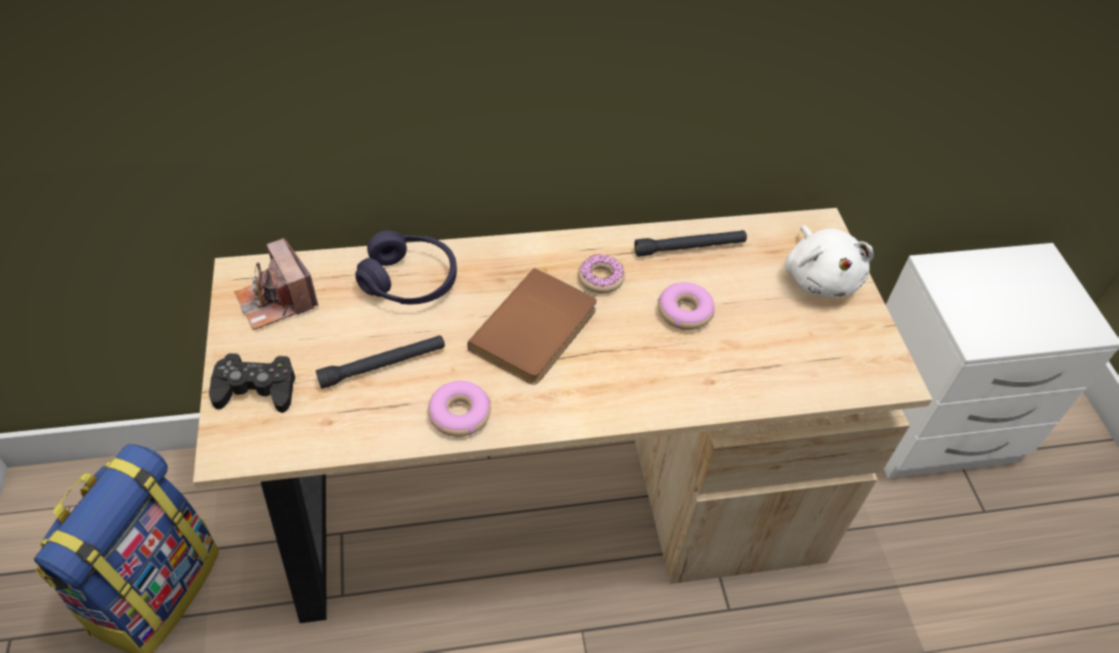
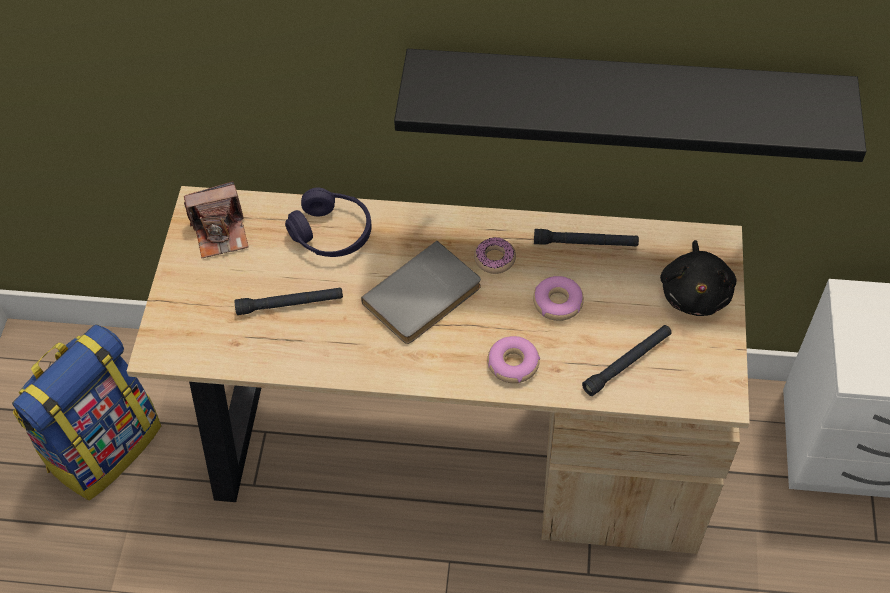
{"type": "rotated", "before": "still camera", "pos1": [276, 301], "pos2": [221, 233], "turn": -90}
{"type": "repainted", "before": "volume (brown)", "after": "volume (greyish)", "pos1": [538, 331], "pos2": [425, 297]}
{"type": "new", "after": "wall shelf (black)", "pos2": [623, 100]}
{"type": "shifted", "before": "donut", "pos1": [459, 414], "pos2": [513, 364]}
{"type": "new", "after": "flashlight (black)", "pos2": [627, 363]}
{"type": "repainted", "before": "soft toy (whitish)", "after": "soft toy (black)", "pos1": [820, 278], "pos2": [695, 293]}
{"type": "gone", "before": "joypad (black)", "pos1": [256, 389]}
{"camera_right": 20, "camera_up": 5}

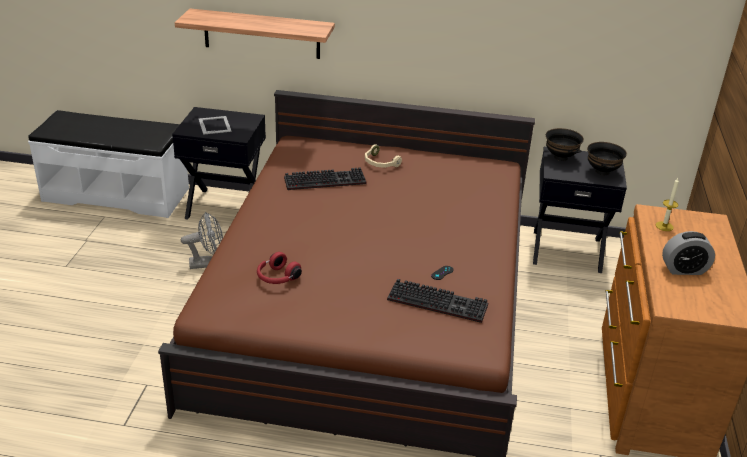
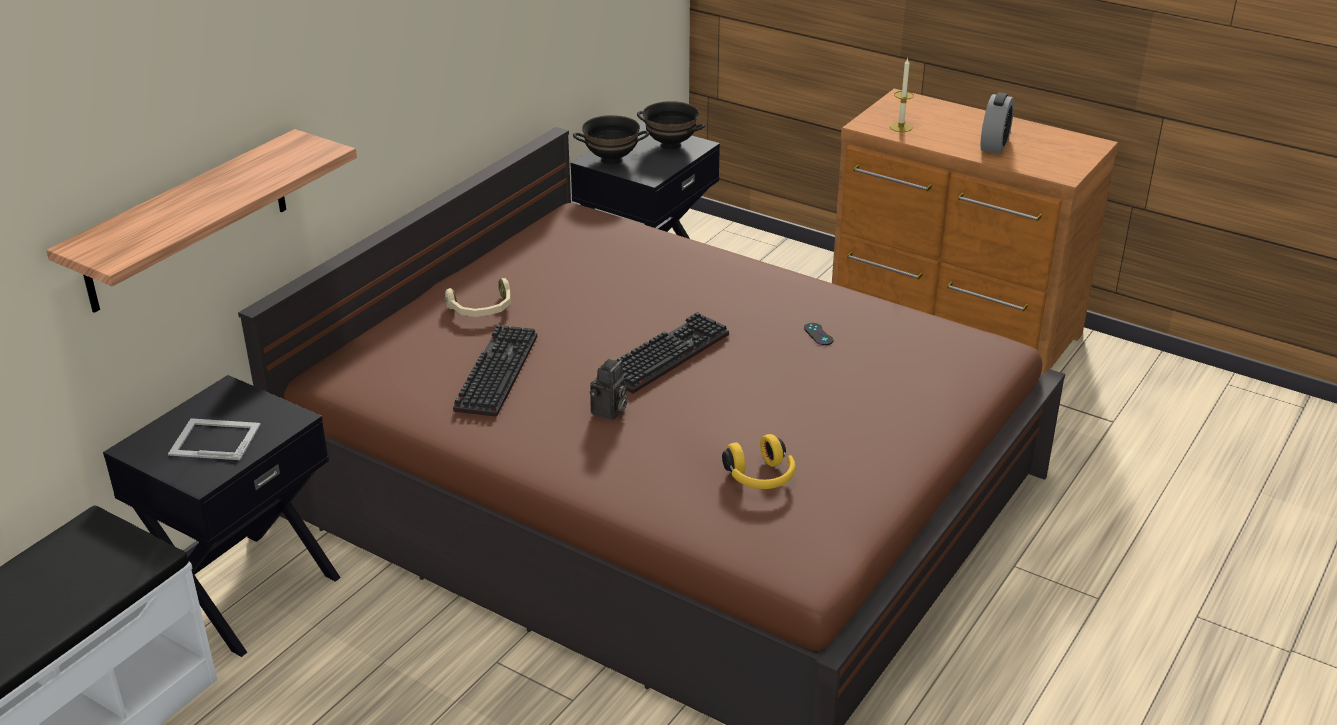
{"type": "new", "after": "still camera", "pos2": [609, 412]}
{"type": "shifted", "before": "keyboard", "pos1": [439, 302], "pos2": [665, 353]}
{"type": "repainted", "before": "headphones (reddish)", "after": "headphones (yellow)", "pos1": [277, 278], "pos2": [760, 478]}
{"type": "gone", "before": "fan (greyish)", "pos1": [207, 263]}
{"camera_right": -65, "camera_up": 0}

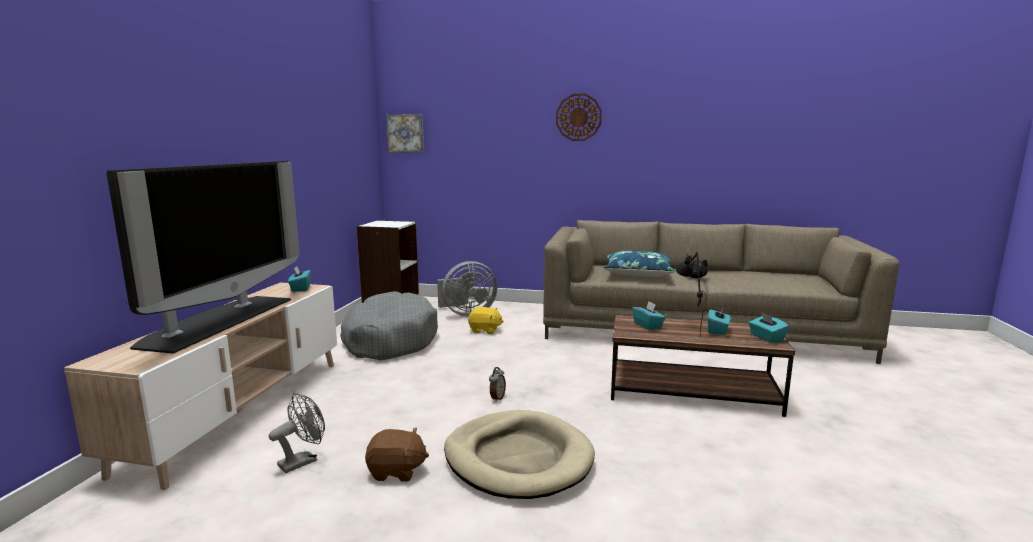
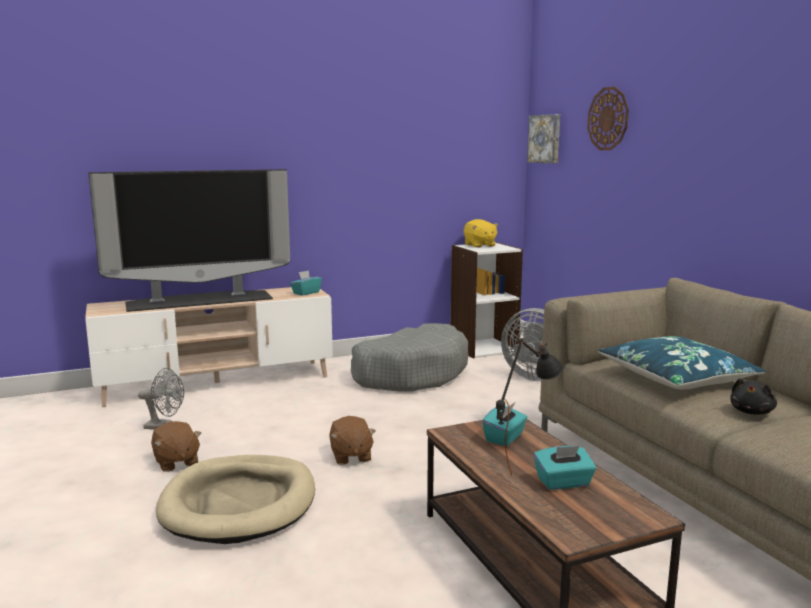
{"type": "swapped", "before": "alarm clock", "after": "soft toy (brown)", "pos1": [497, 398], "pos2": [350, 456]}
{"type": "shifted", "before": "soft toy (yellow)", "pos1": [485, 330], "pos2": [479, 245]}
{"type": "shifted", "before": "hanging clock", "pos1": [578, 117], "pos2": [608, 118]}
{"type": "gone", "before": "box of tissues (blue-green)", "pos1": [766, 338]}
{"camera_right": 55, "camera_up": 0}

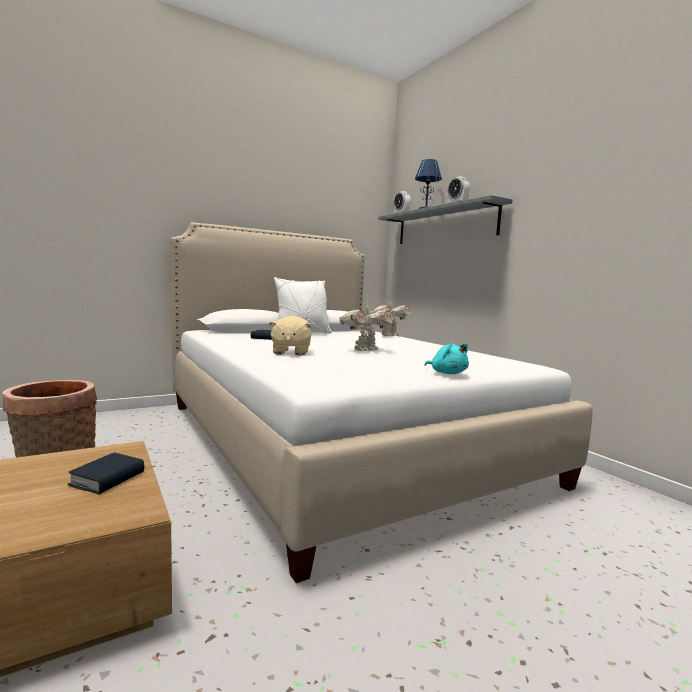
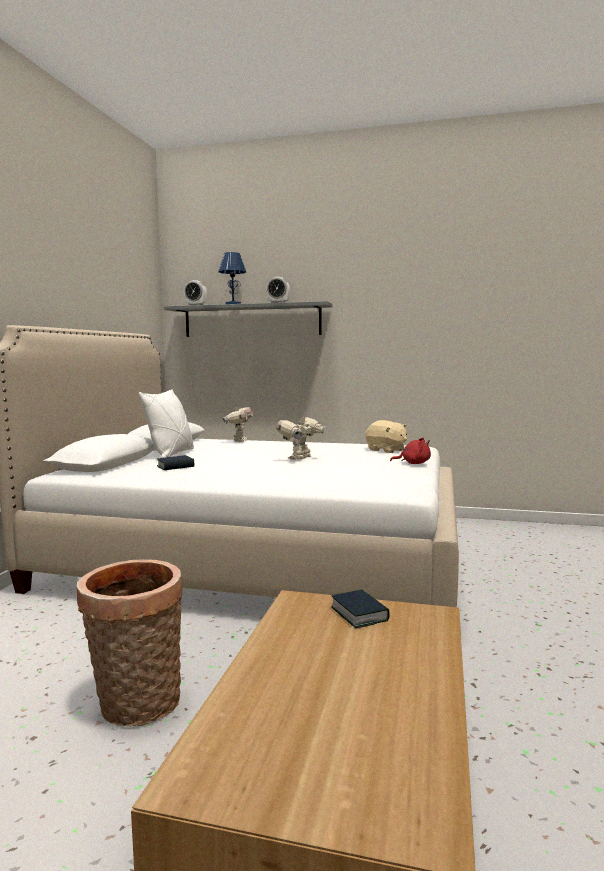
{"type": "rotated", "before": "toy robot", "pos1": [365, 350], "pos2": [301, 458], "turn": -150}
{"type": "shifted", "before": "soft toy (beige)", "pos1": [290, 352], "pos2": [386, 450]}
{"type": "repainted", "before": "soft toy (blue-green)", "after": "soft toy (reddish)", "pos1": [447, 373], "pos2": [413, 463]}
{"camera_right": -45, "camera_up": 0}

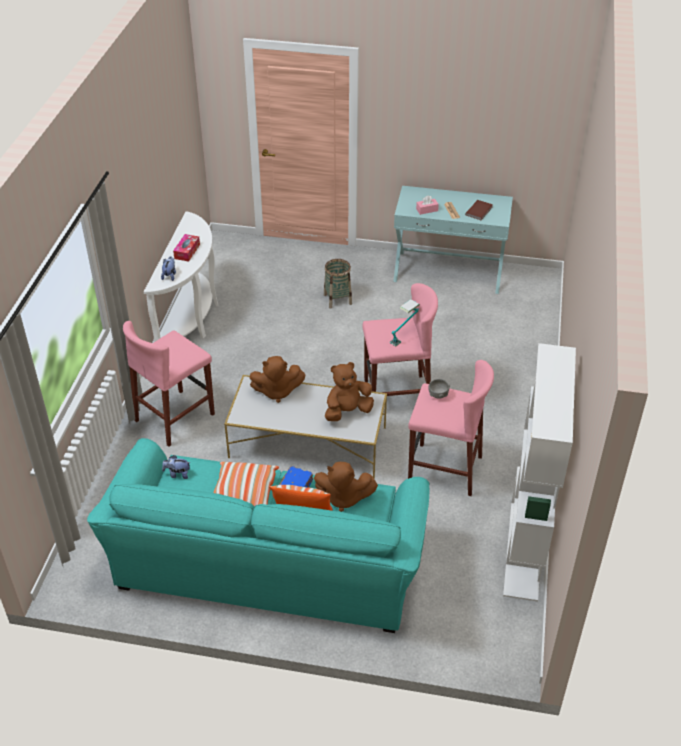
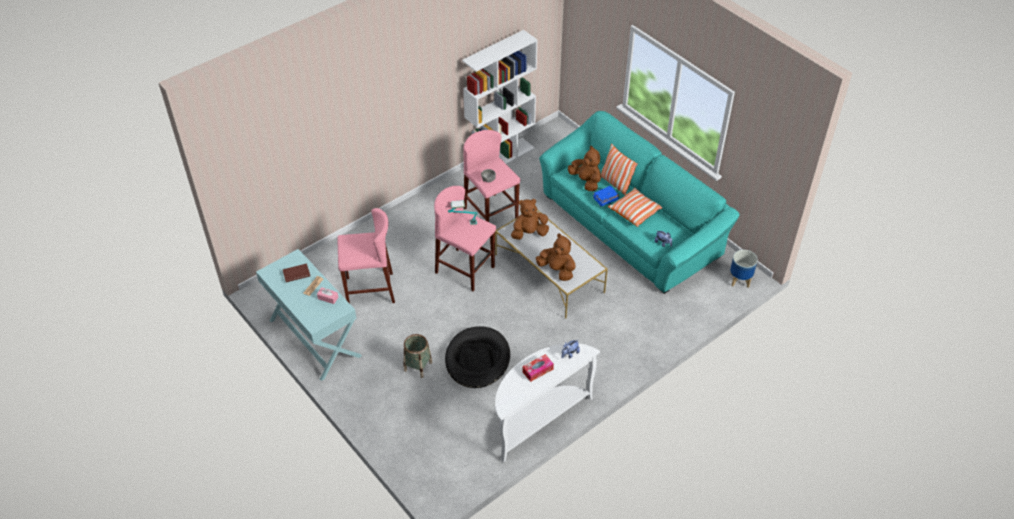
{"type": "shifted", "before": "stool (pinkish)", "pos1": [175, 417], "pos2": [370, 290]}
{"type": "new", "after": "dog bed (black)", "pos2": [477, 359]}
{"type": "rotated", "before": "soft toy (brown)", "pos1": [347, 411], "pos2": [529, 233], "turn": 150}
{"type": "new", "after": "plant pot", "pos2": [740, 280]}
{"camera_right": -140, "camera_up": 5}

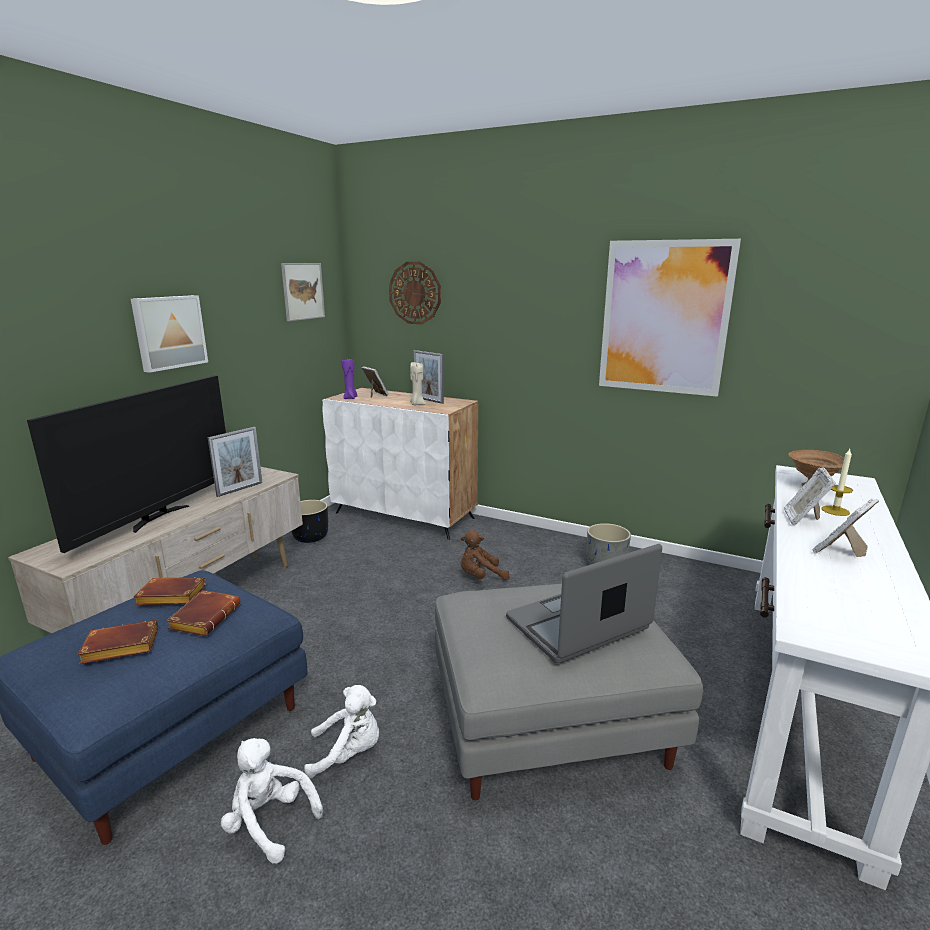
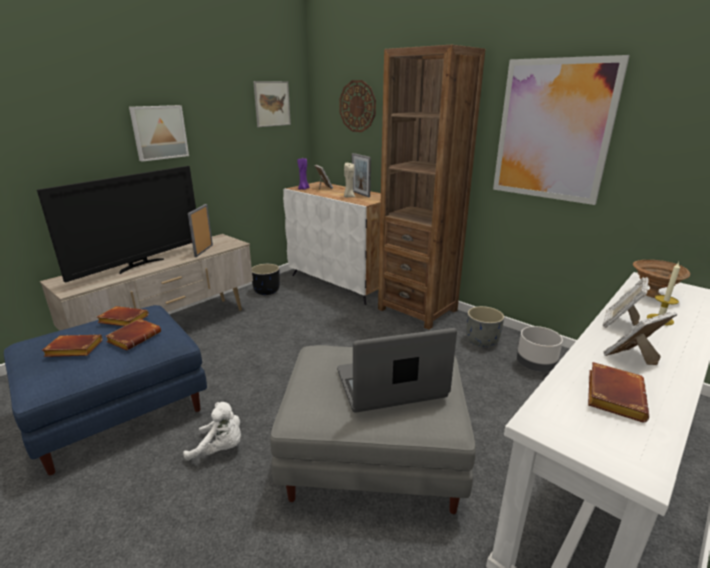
{"type": "rotated", "before": "picture frame", "pos1": [240, 489], "pos2": [203, 250], "turn": 135}
{"type": "new", "after": "bookcase (brown)", "pos2": [417, 309]}
{"type": "new", "after": "plant pot (greyish)", "pos2": [536, 365]}
{"type": "new", "after": "volume (brown)", "pos2": [612, 395]}
{"type": "gone", "before": "soft toy (whitish)", "pos1": [269, 822]}
{"type": "gone", "before": "soft toy (brown)", "pos1": [480, 577]}
{"camera_right": 15, "camera_up": 5}

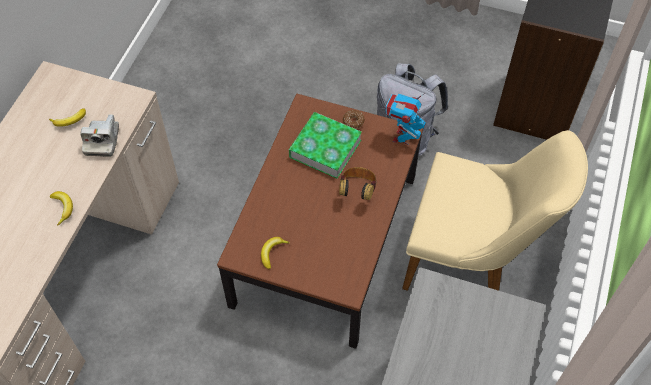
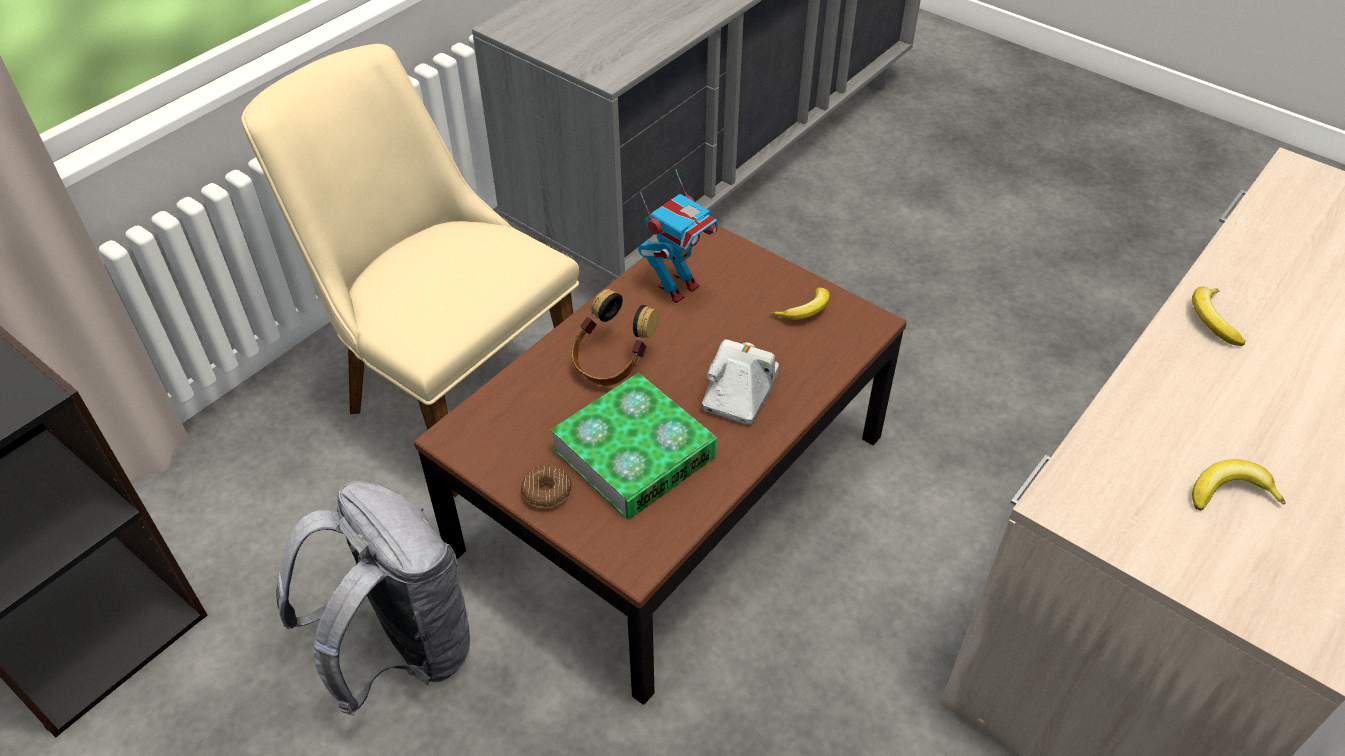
{"type": "shifted", "before": "toy robot", "pos1": [402, 137], "pos2": [677, 288]}
{"type": "shifted", "before": "still camera", "pos1": [102, 141], "pos2": [739, 393]}
{"camera_right": -160, "camera_up": -10}

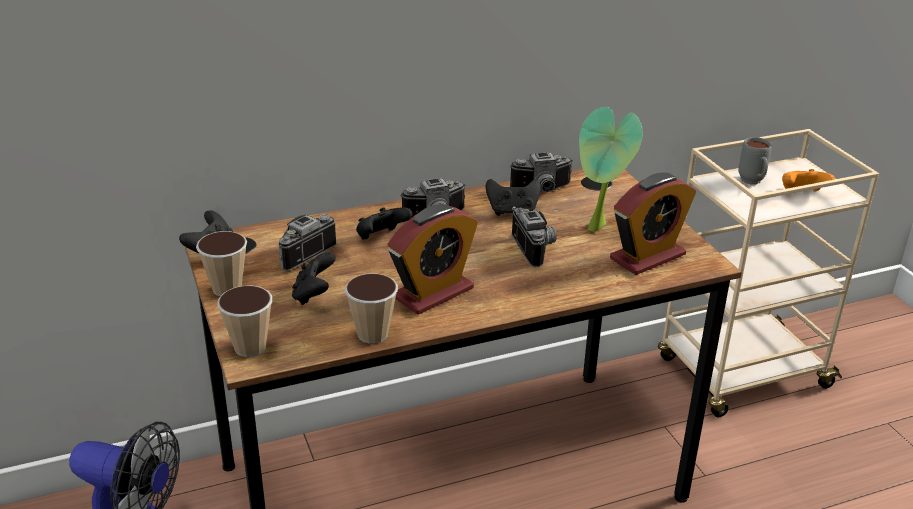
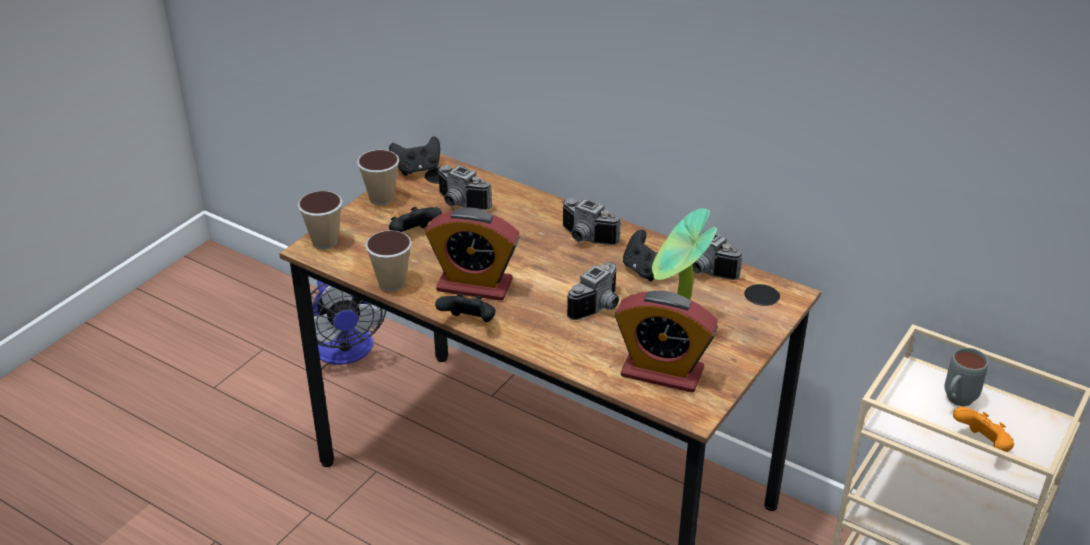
{"type": "shifted", "before": "joypad (black)", "pos1": [381, 238], "pos2": [469, 323]}
{"type": "rotated", "before": "still camera", "pos1": [301, 253], "pos2": [459, 204], "turn": -150}
{"camera_right": 55, "camera_up": 5}

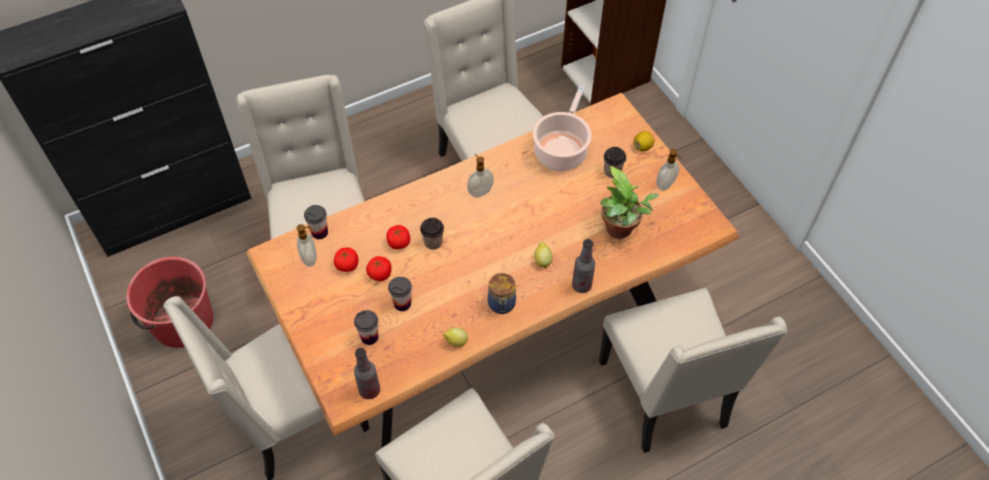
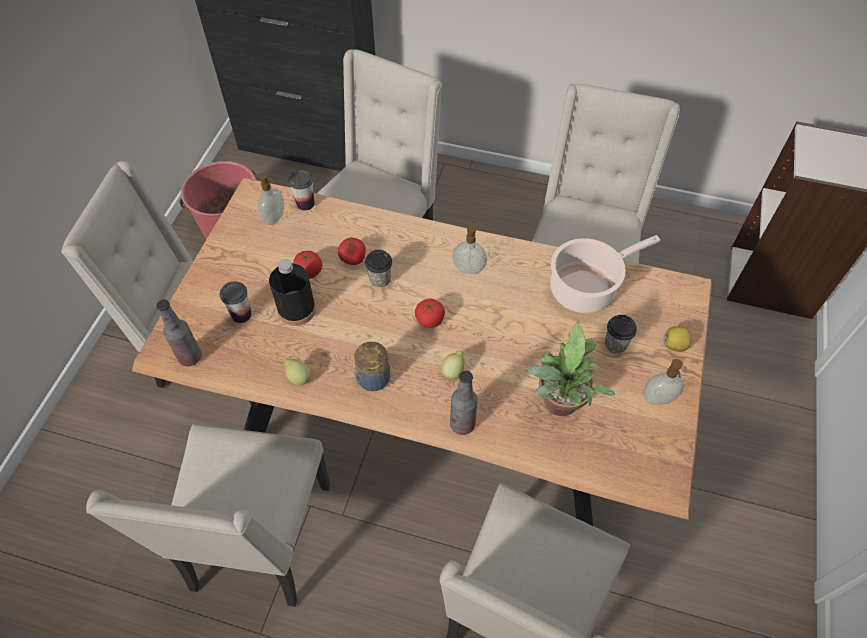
{"type": "swapped", "before": "drinking cup", "after": "bottle (black)", "pos1": [402, 303], "pos2": [296, 309]}
{"type": "shifted", "before": "whole tomato", "pos1": [347, 265], "pos2": [430, 320]}
{"camera_right": 45, "camera_up": 0}

